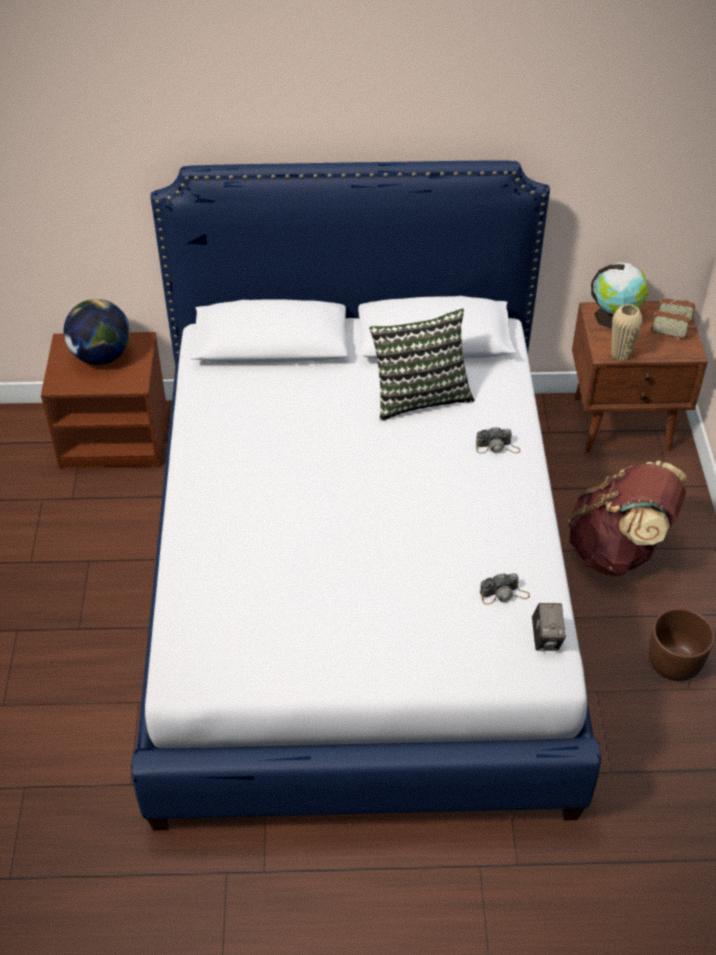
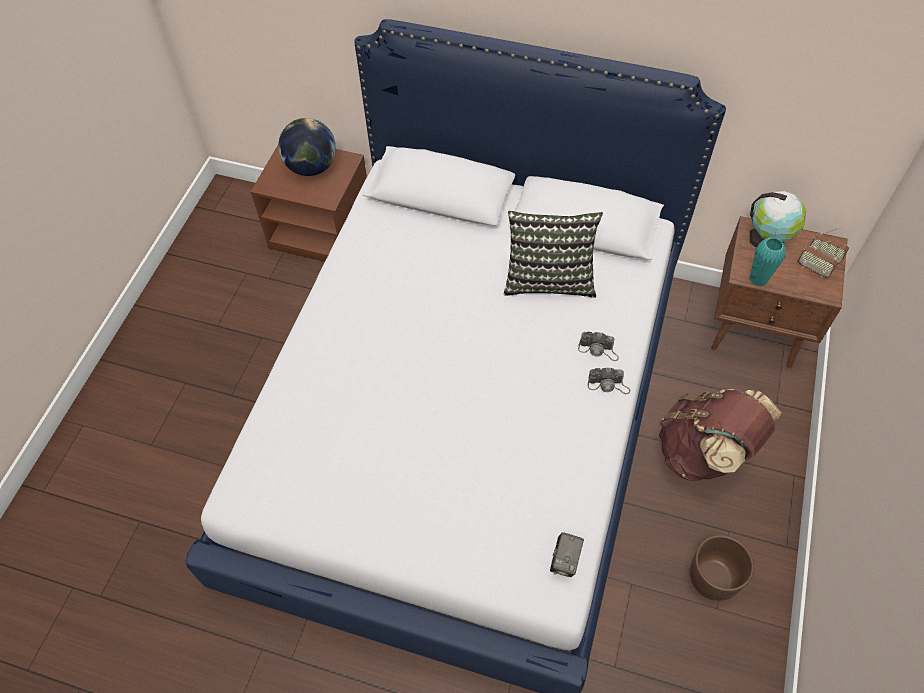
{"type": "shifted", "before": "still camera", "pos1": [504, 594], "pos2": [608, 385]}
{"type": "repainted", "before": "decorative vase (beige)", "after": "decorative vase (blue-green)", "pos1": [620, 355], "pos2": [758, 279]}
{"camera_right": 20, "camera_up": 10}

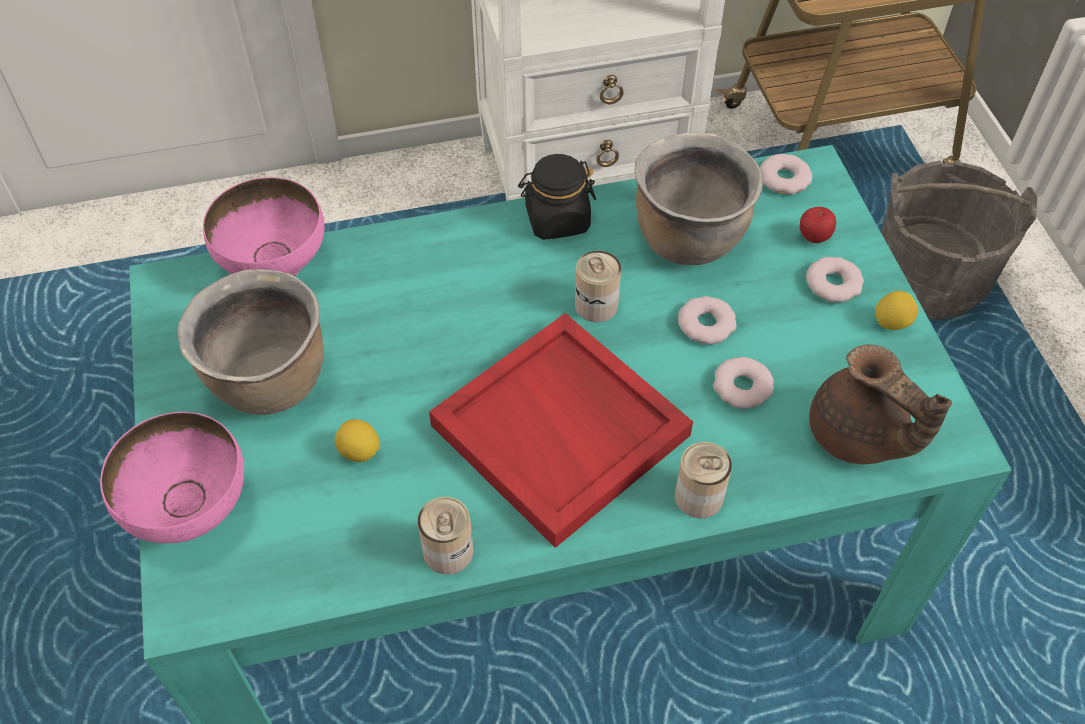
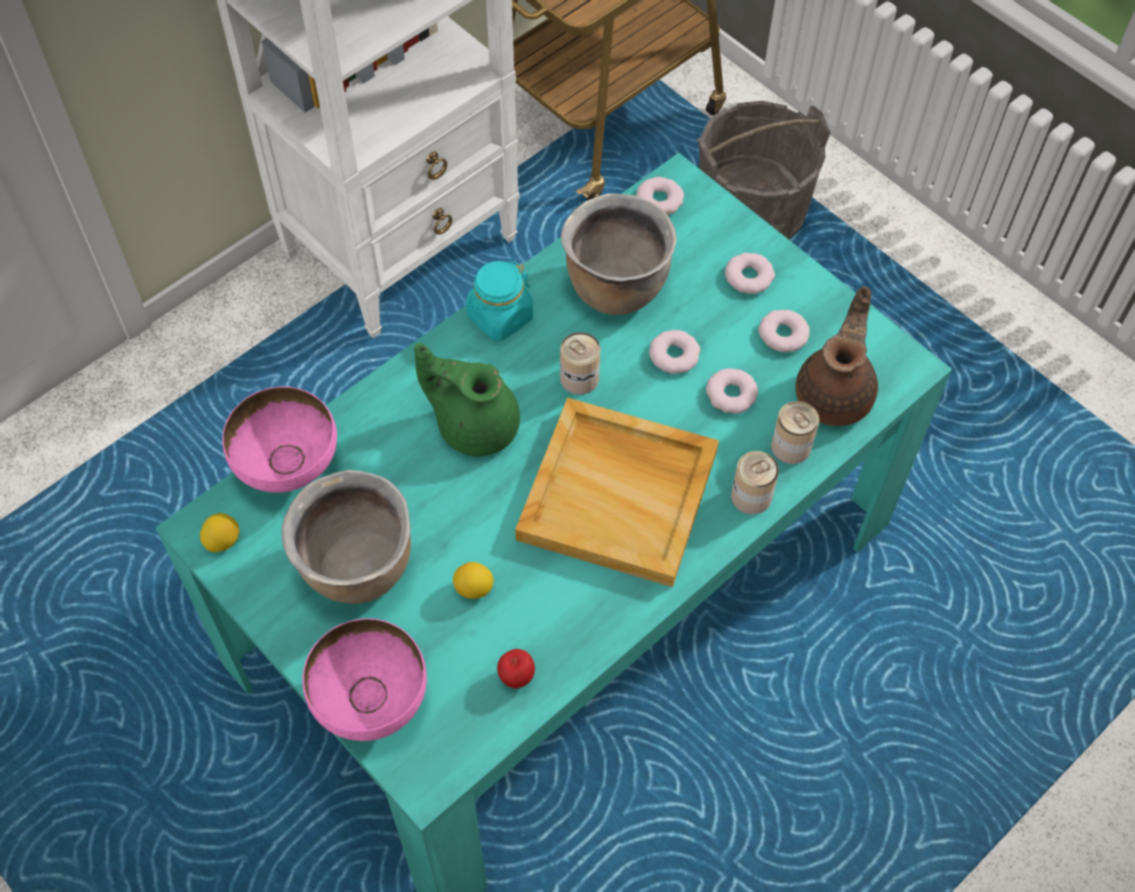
{"type": "shifted", "before": "whole lemon", "pos1": [891, 322], "pos2": [222, 541]}
{"type": "new", "after": "pot for tea (green-coloured)", "pos2": [475, 425]}
{"type": "repainted", "before": "preserve jar (black)", "after": "preserve jar (blue-green)", "pos1": [557, 219], "pos2": [499, 317]}
{"type": "shifted", "before": "whole apple", "pos1": [813, 238], "pos2": [516, 676]}
{"type": "repainted", "before": "tray (reddish)", "after": "tray (beige)", "pos1": [563, 430], "pos2": [620, 494]}
{"type": "new", "after": "donut", "pos2": [783, 334]}
{"type": "shifted", "before": "sealed can", "pos1": [448, 551], "pos2": [791, 446]}
{"type": "rotated", "before": "pot for tea (brown)", "pos1": [858, 436], "pos2": [835, 394], "turn": -90}
{"camera_right": -30, "camera_up": 5}

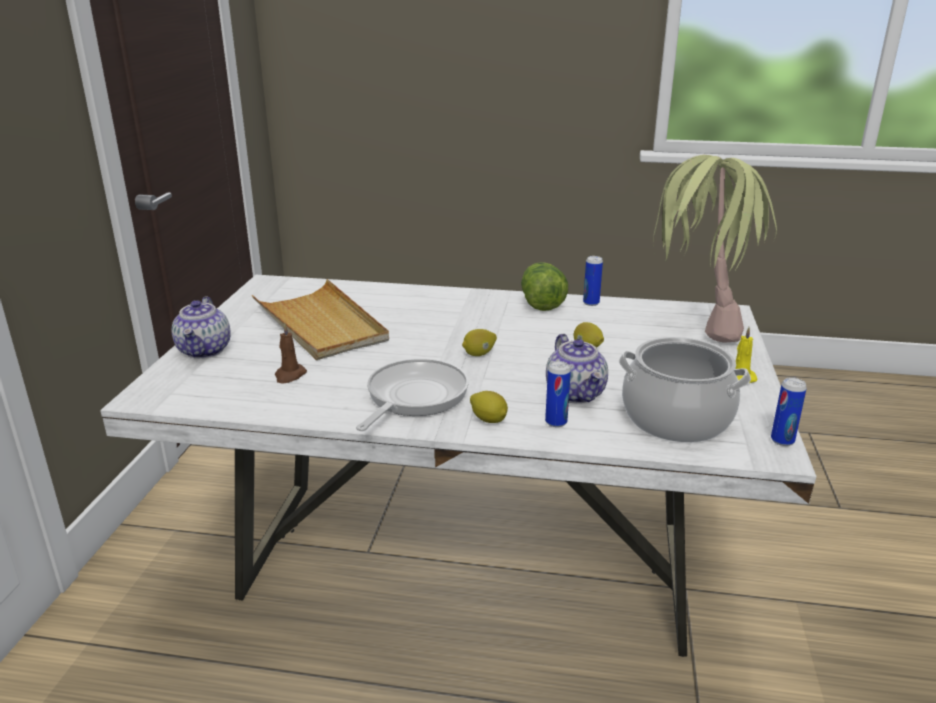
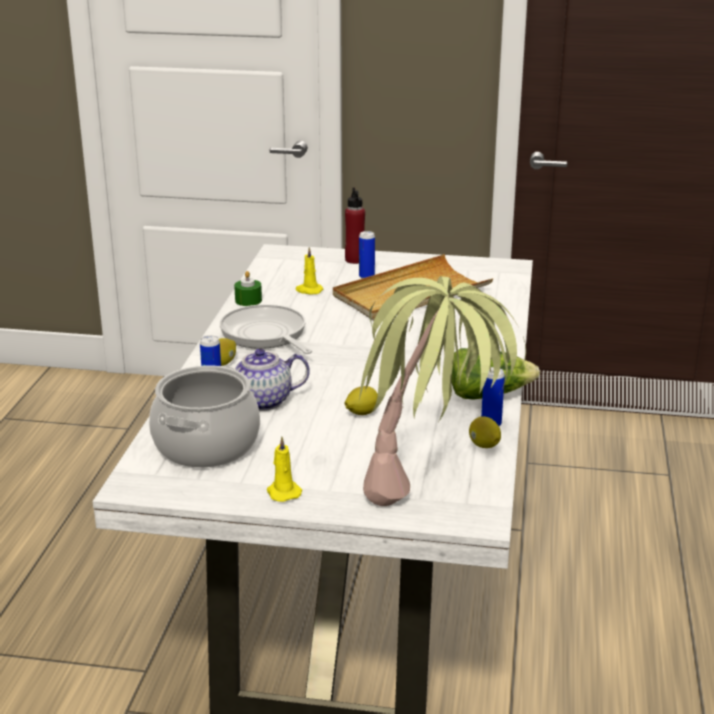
{"type": "rotated", "before": "frying pan", "pos1": [413, 397], "pos2": [266, 335], "turn": -150}
{"type": "new", "after": "candle (green-coloured)", "pos2": [248, 300]}
{"type": "repainted", "before": "candle (brown)", "after": "candle (yellow)", "pos1": [289, 375], "pos2": [308, 290]}
{"type": "swapped", "before": "pot for tea", "after": "bottle (reddish)", "pos1": [205, 350], "pos2": [355, 260]}
{"type": "shifted", "before": "sealed can", "pos1": [782, 440], "pos2": [366, 276]}
{"type": "shifted", "before": "whole lemon", "pos1": [479, 354], "pos2": [484, 446]}
{"camera_right": 90, "camera_up": 0}

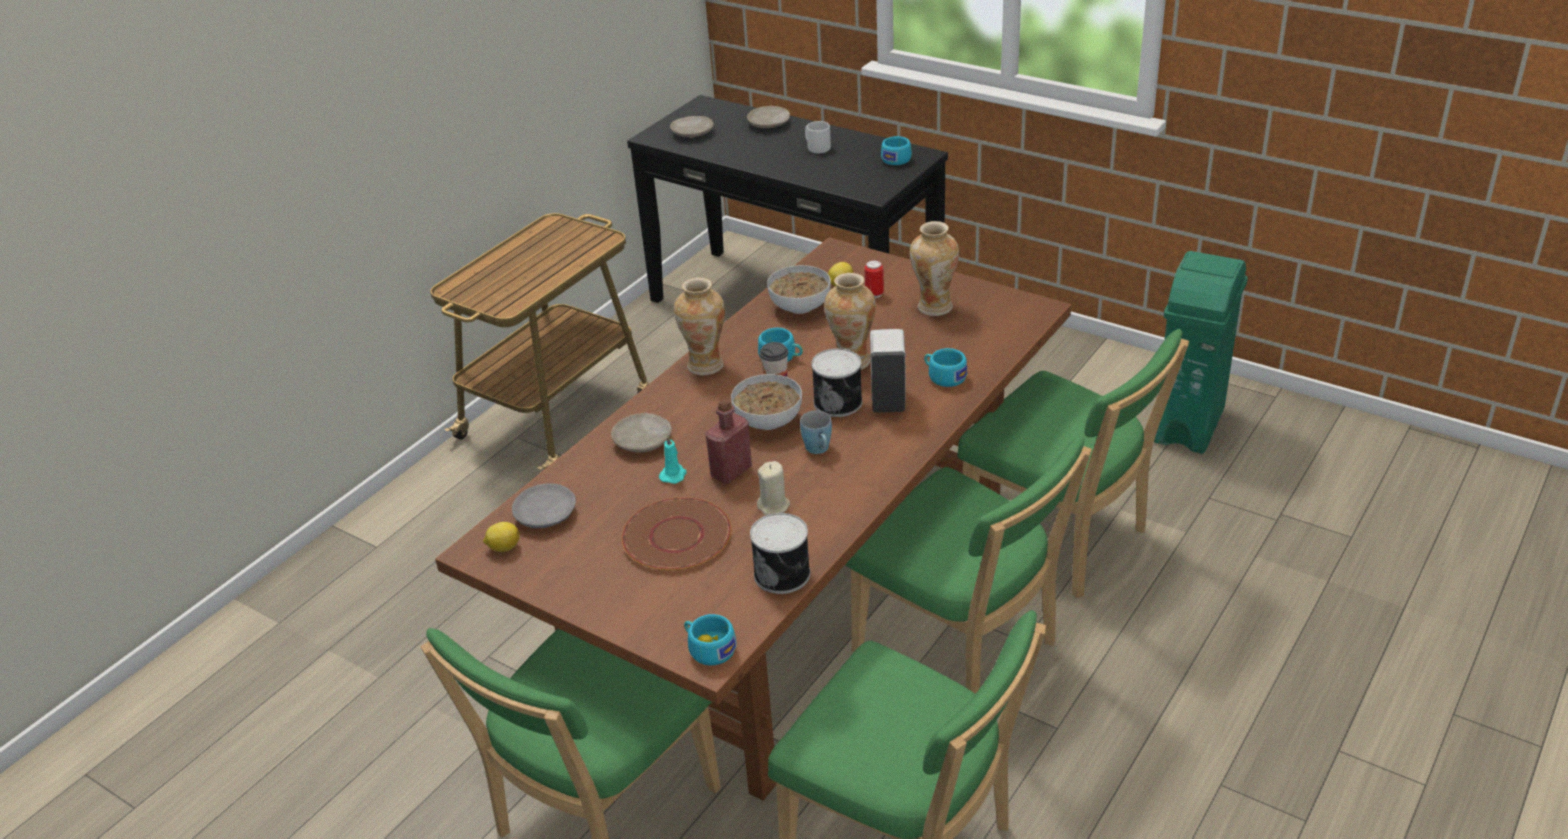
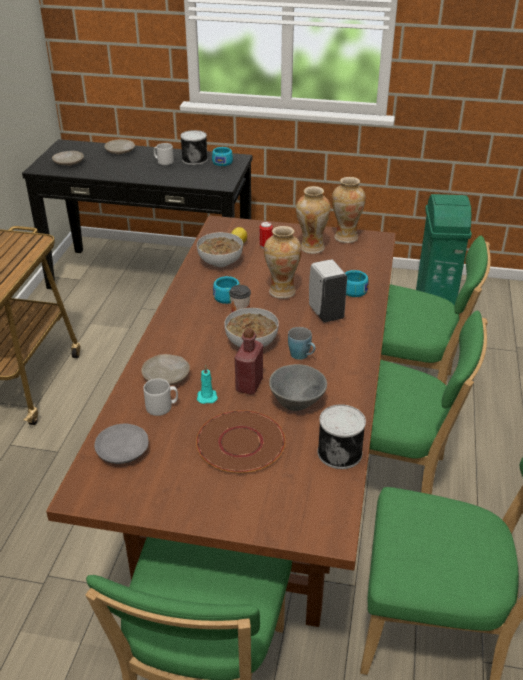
{"type": "new", "after": "coffee mug (greyish)", "pos2": [162, 407]}
{"type": "shifted", "before": "sealed can", "pos1": [838, 402], "pos2": [195, 159]}
{"type": "swapped", "before": "candle (beige)", "after": "deep dish (greyish)", "pos1": [774, 506], "pos2": [298, 403]}
{"type": "shifted", "before": "decorative vase", "pos1": [705, 365], "pos2": [345, 237]}
{"type": "gone", "before": "whole lemon", "pos1": [503, 547]}
{"type": "gone", "before": "drinking cup (blue-green)", "pos1": [708, 648]}
{"camera_right": -25, "camera_up": 0}

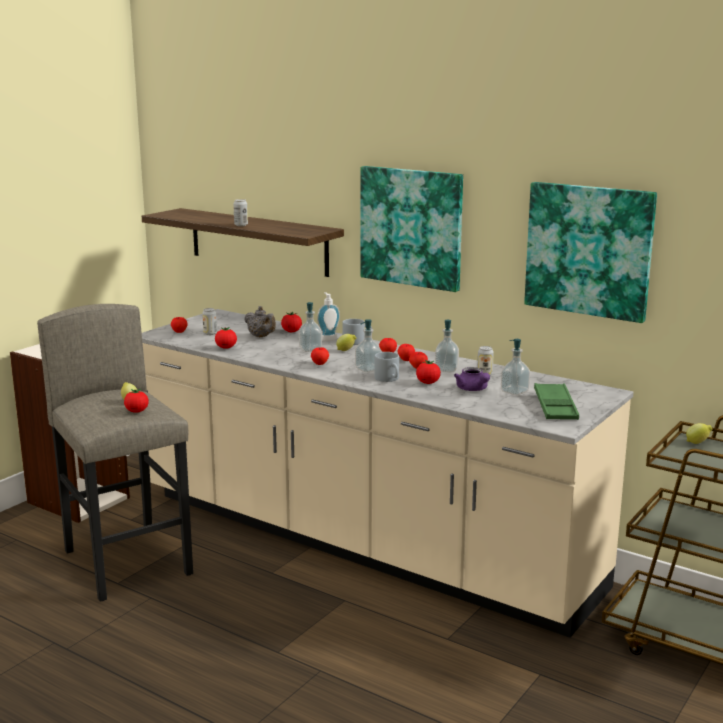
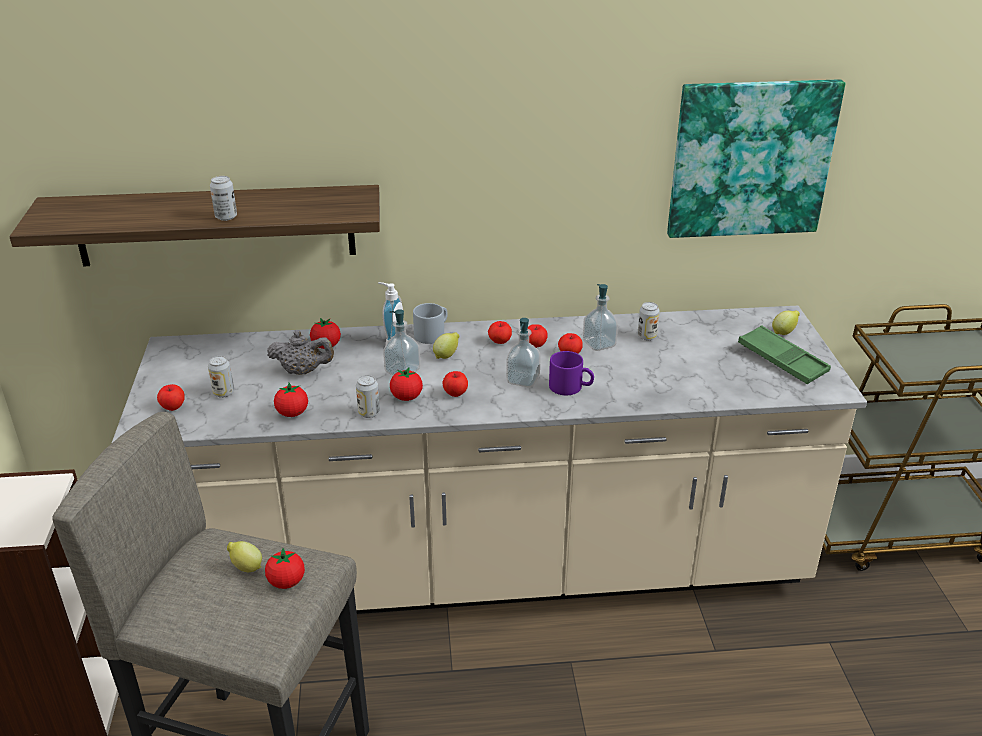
{"type": "new", "after": "sealed can", "pos2": [369, 413]}
{"type": "shifted", "before": "whole tomato", "pos1": [428, 383], "pos2": [406, 397]}
{"type": "repainted", "before": "coffee mug (greyish)", "after": "coffee mug (purple)", "pos1": [389, 379], "pos2": [571, 387]}
{"type": "shifted", "before": "whole lemon", "pos1": [697, 443], "pos2": [784, 332]}
{"type": "gone", "before": "picture", "pos1": [412, 227]}
{"type": "gone", "before": "pot for tea (purple)", "pos1": [473, 389]}
{"type": "gone", "before": "soap bottle", "pos1": [514, 391]}
{"camera_right": -40, "camera_up": 15}

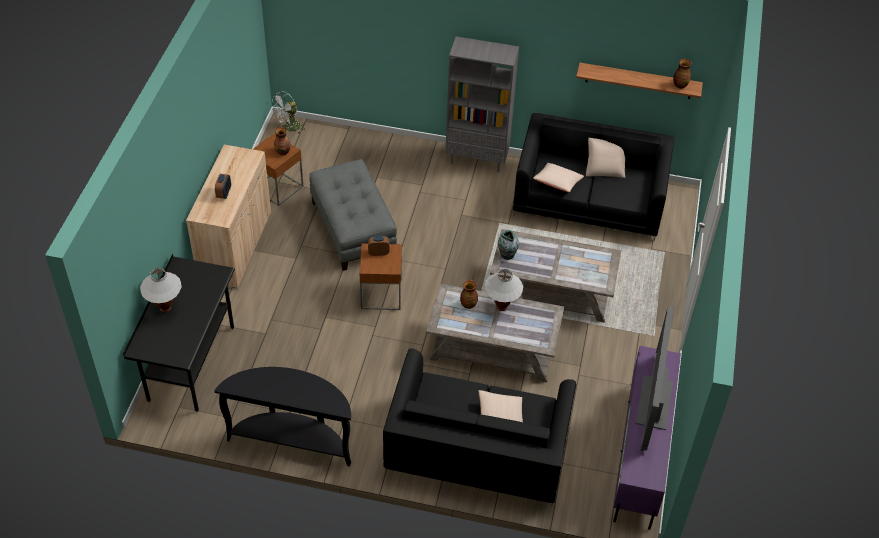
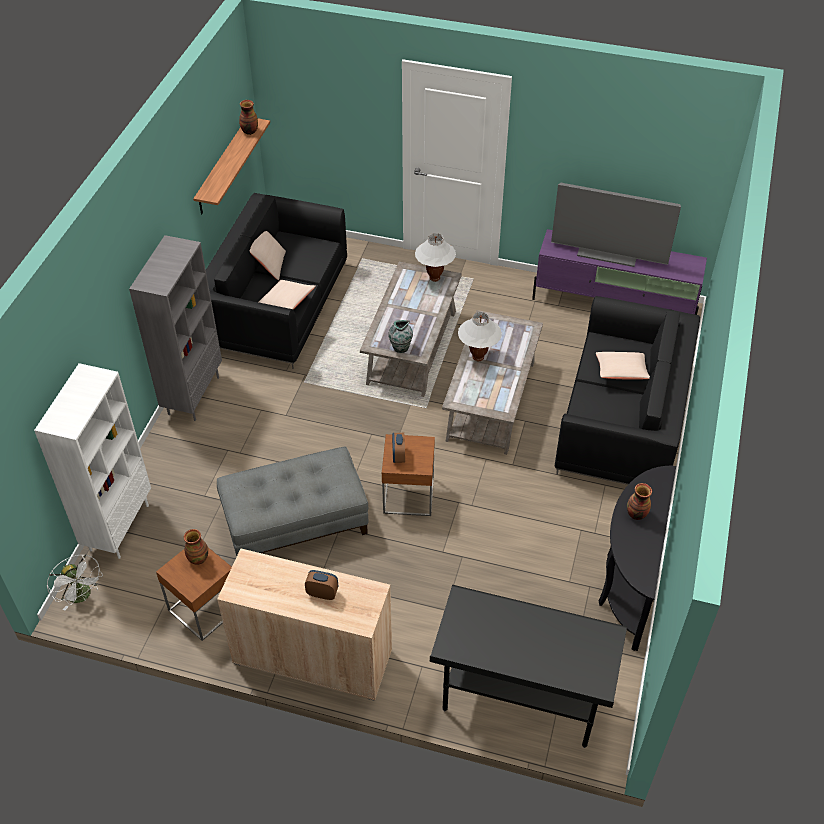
{"type": "new", "after": "bookcase (whitish)", "pos2": [119, 527]}
{"type": "shifted", "before": "tabletop lamp (whitish)", "pos1": [165, 308], "pos2": [434, 278]}
{"type": "shifted", "before": "decorative vase", "pos1": [468, 304], "pos2": [636, 514]}
{"camera_right": -85, "camera_up": 0}

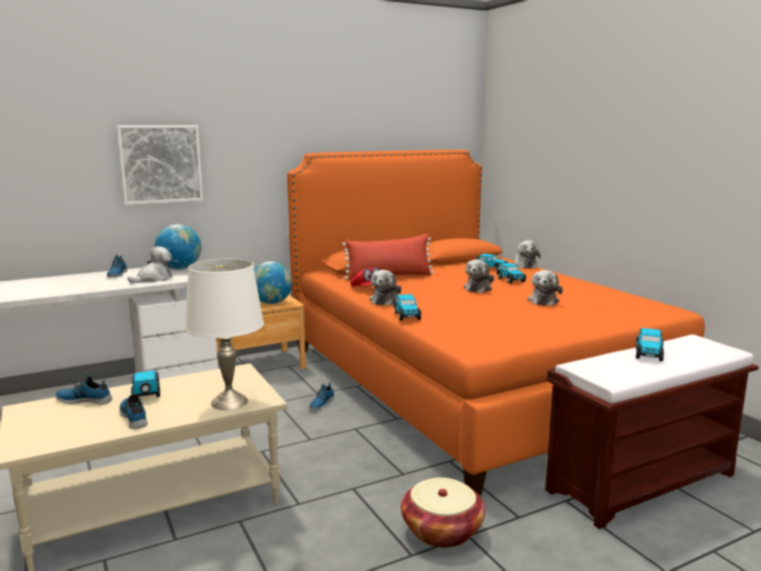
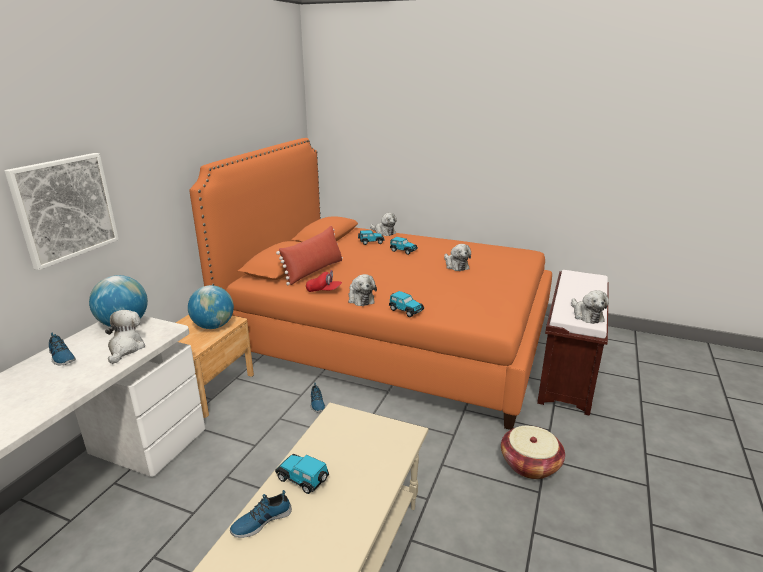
{"type": "shifted", "before": "soft toy", "pos1": [478, 288], "pos2": [586, 315]}
{"type": "gone", "before": "low shoe", "pos1": [134, 416]}
{"type": "gone", "before": "tabletop lamp (whitish)", "pos1": [230, 402]}
{"type": "gone", "before": "miniature car", "pos1": [648, 354]}
{"camera_right": -40, "camera_up": 10}

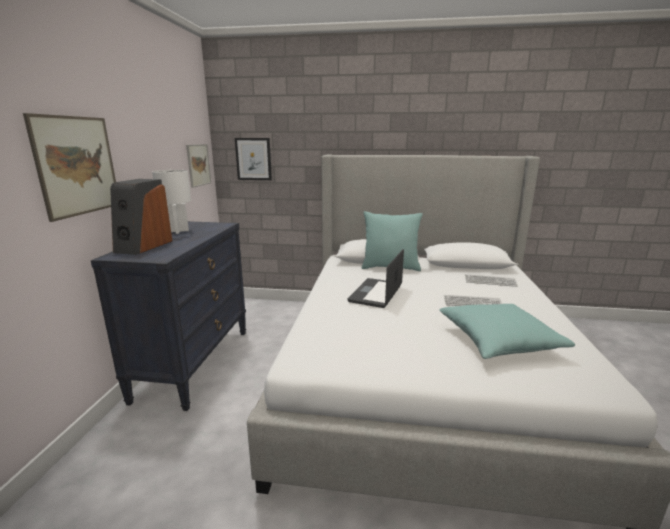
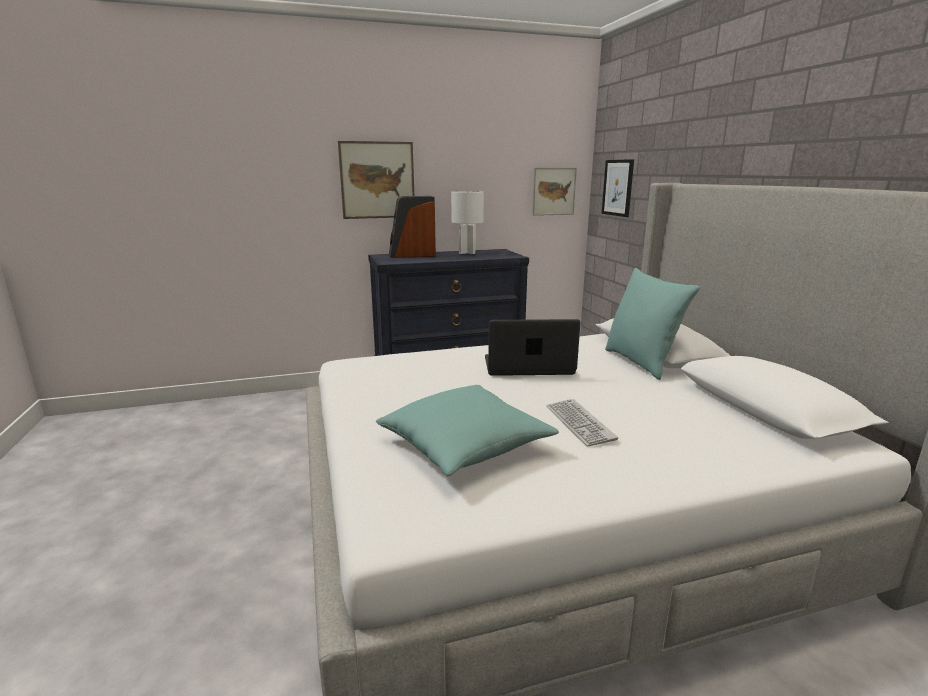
{"type": "gone", "before": "keyboard", "pos1": [490, 281]}
{"camera_right": 65, "camera_up": 0}

